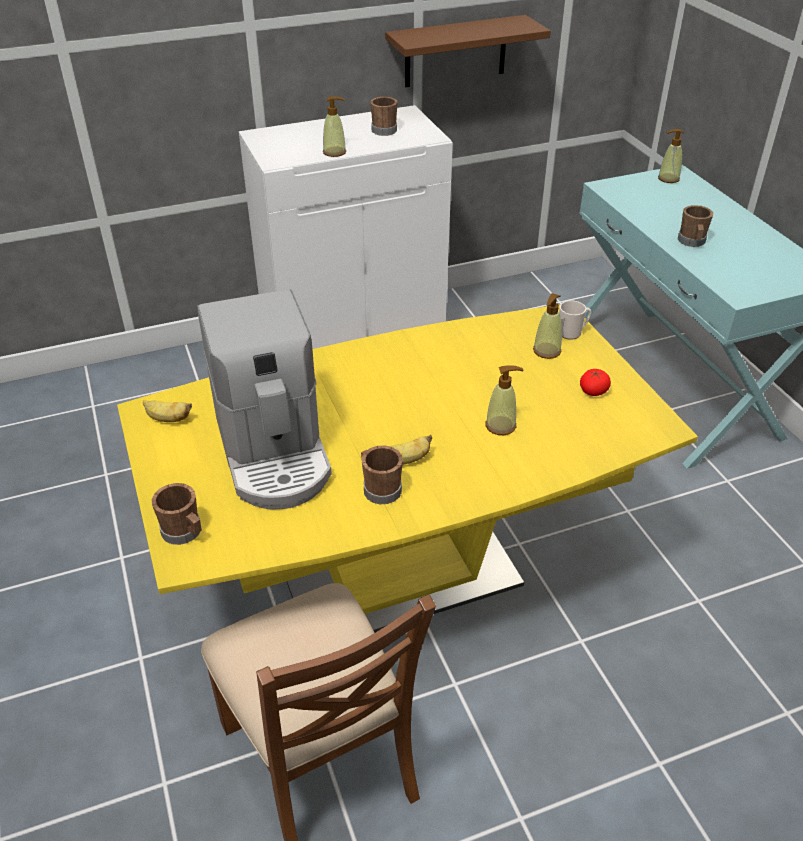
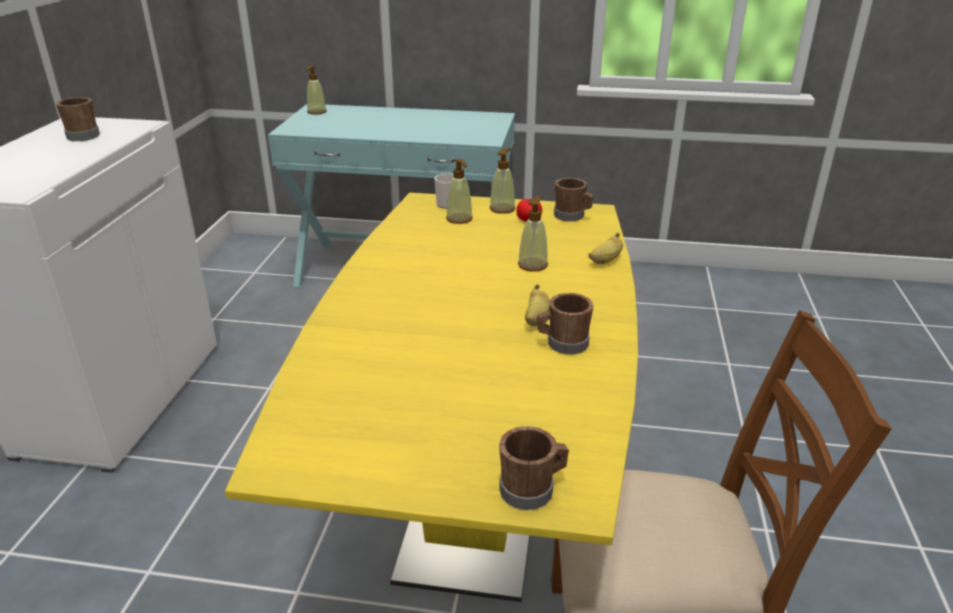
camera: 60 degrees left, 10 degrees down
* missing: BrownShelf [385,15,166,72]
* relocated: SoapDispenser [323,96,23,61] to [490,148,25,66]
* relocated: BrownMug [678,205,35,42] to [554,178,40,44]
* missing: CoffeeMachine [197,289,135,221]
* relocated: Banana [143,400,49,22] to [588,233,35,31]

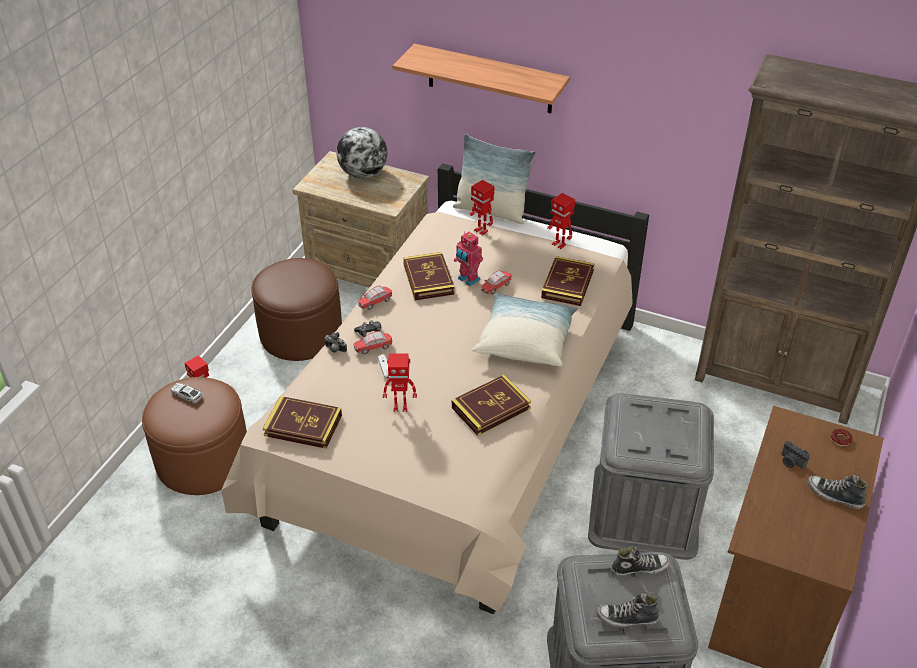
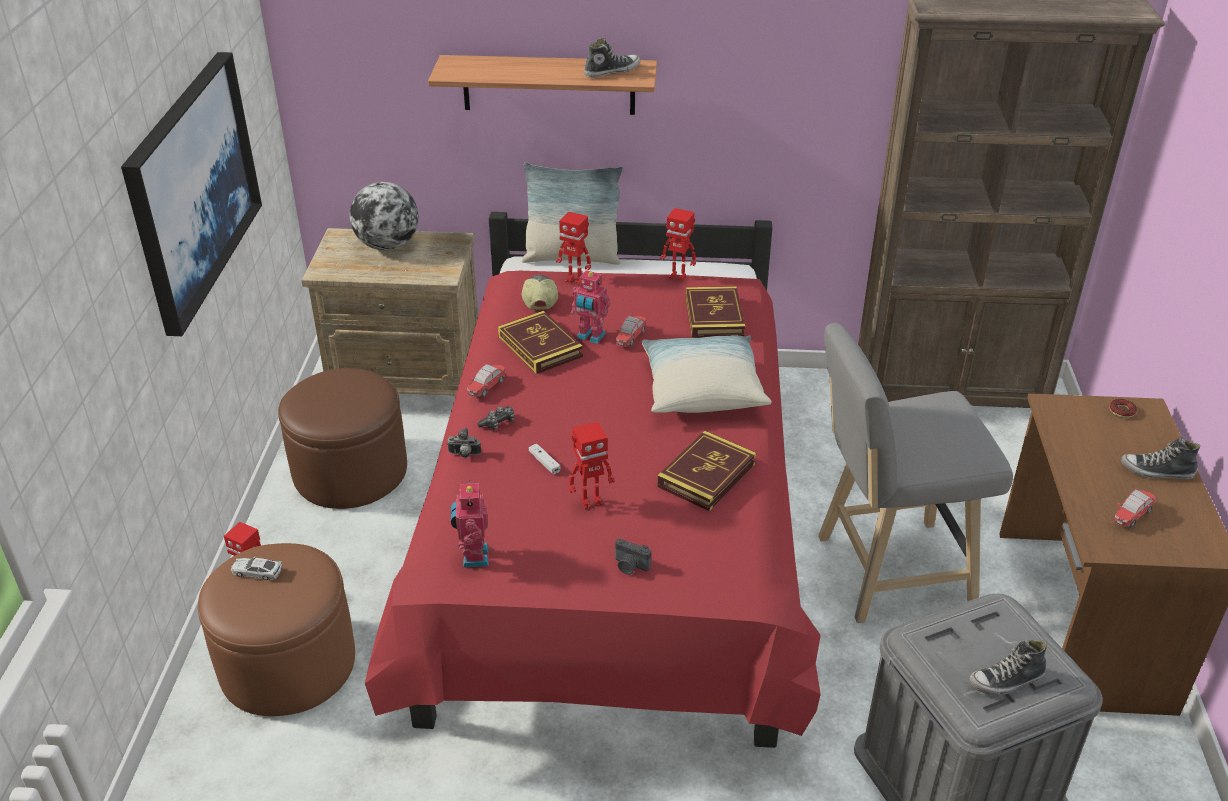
camera: 20 degrees left, 5 degrees down
* colour: BeigeBed [221,163,428,451] to RedBed [365,212,456,536]
* relocated: ToyCar [353,331,39,23] to [1113,489,43,39]
* exchanged: GreyStorageBox [588,393,126,167] to GreyStool [818,323,195,300]
* exchanged: Book [263,396,79,53] to ToyRobot [451,480,38,88]
* relocated: PhotoCamera [781,441,29,28] to [615,538,36,37]
* relocated: Shoe [611,546,59,30] to [584,38,56,40]
* appeared: Picture [121,52,141,284]
* appeared: Cap [521,275,37,35]

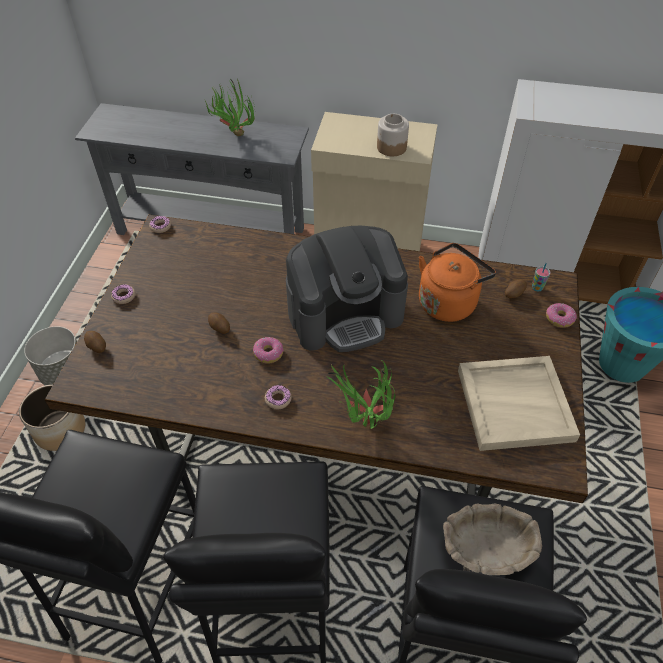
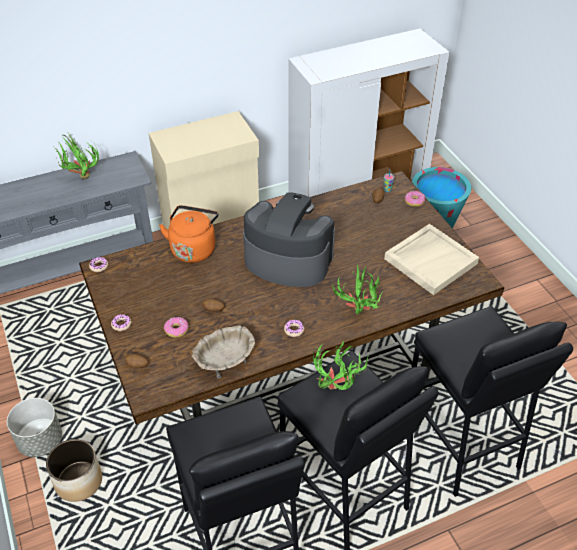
camera: 35 degrees left, 5 degrees down
* missing: Jar [377,114,32,42]
* spun: CoffeeMachine [286,226,122,126] = [243,192,92,95] 105 degrees counterclockwise
* relocated: OrangeKettle [419,243,77,79] to [159,205,59,58]
* relocated: Donut [253,337,31,26] to [164,317,25,21]
* relocated: BeigeBowl [443,504,99,71] to [192,325,63,54]
* appeared: PottedPlant [313,341,56,49]

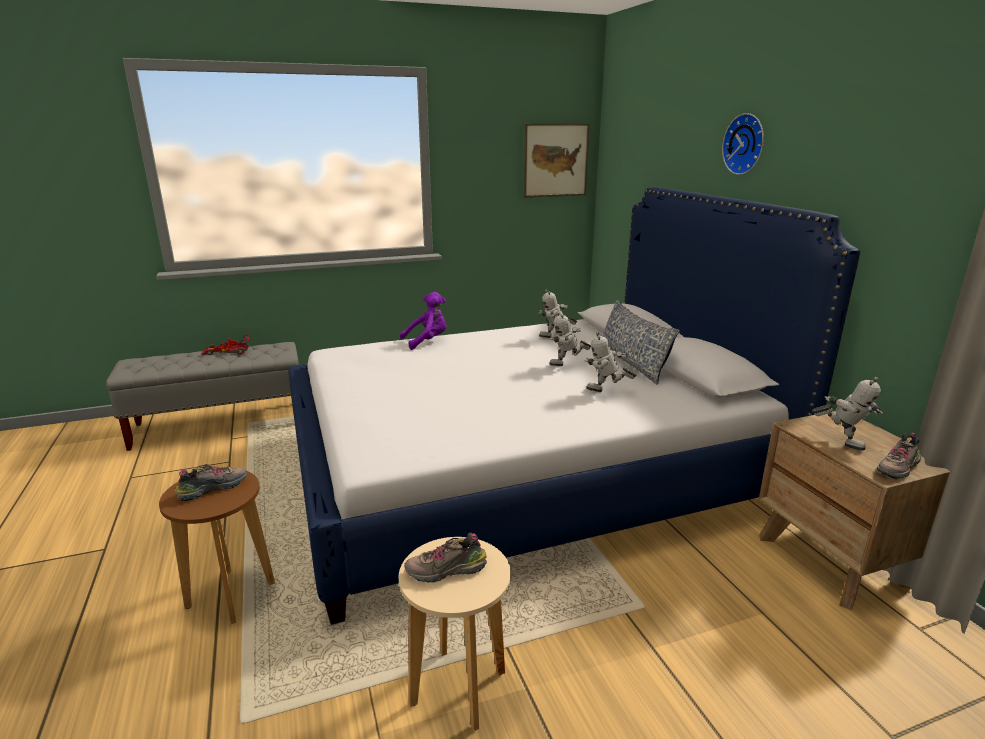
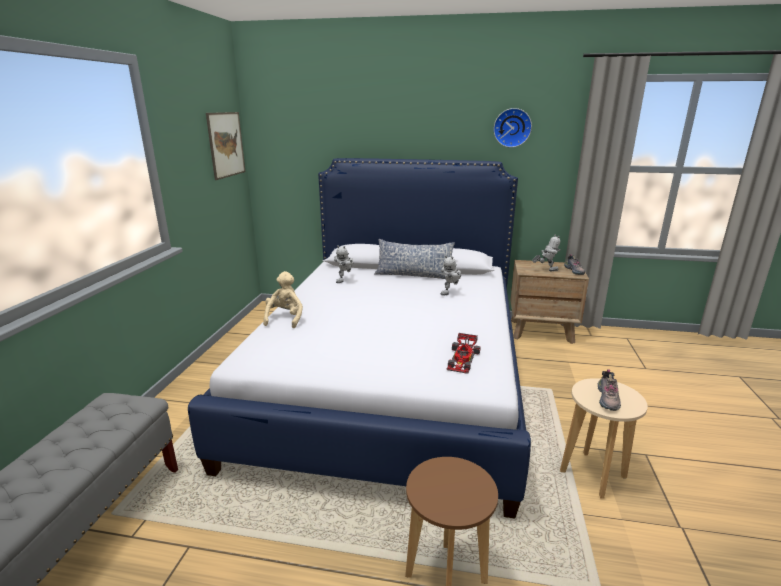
camera: 60 degrees left, 0 degrees up
* relocated: WallClock [722,113,42,62] to [494,108,38,40]
* colour: PurplePlushToy [400,292,47,58] to BeigePlushToy [263,271,40,57]
* missing: ToyRobot [549,312,42,54]
* relocated: ToyCar [201,334,49,21] to [446,333,35,41]
* missing: Shoe [174,464,73,37]

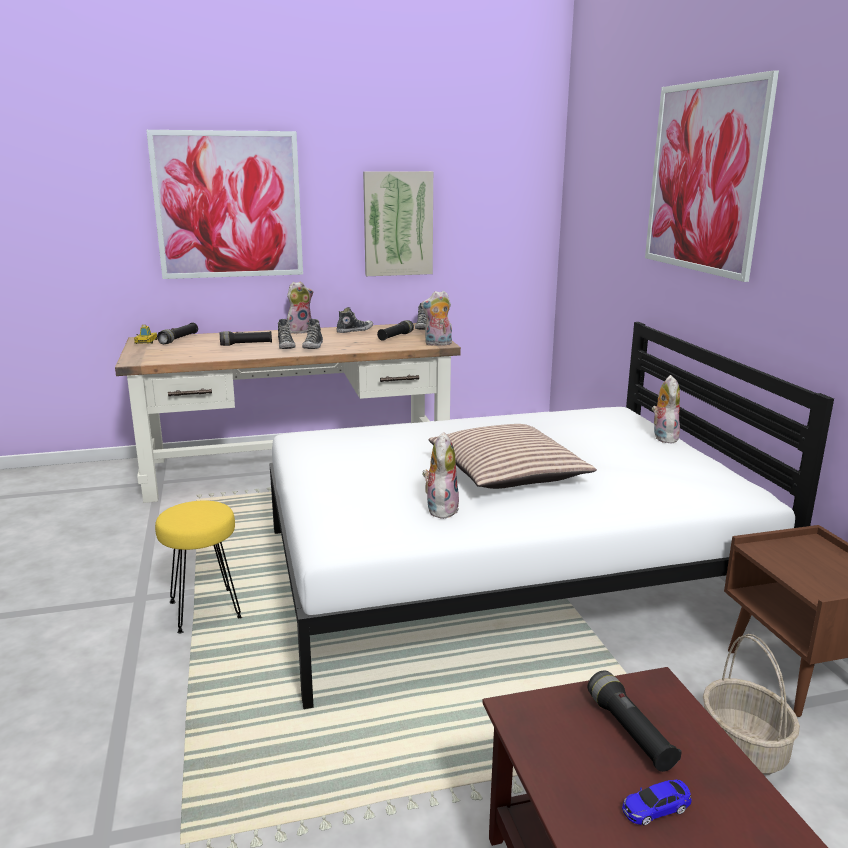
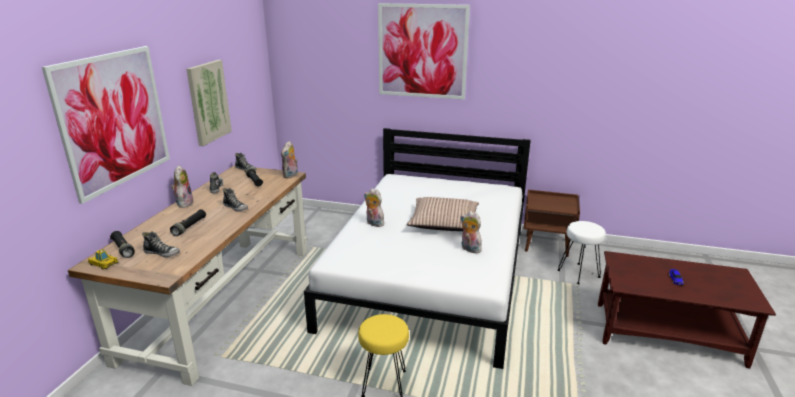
camera: 60 degrees left, 5 degrees up
* relocated: Shoe [278,319,18,30] to [142,231,38,26]
* relocated: PlushToy [652,375,28,69] to [364,188,20,39]
* exchanged: Basket [703,634,97,141] to WhiteStool [558,221,48,63]
* missing: BlackFlashlight [588,670,94,102]

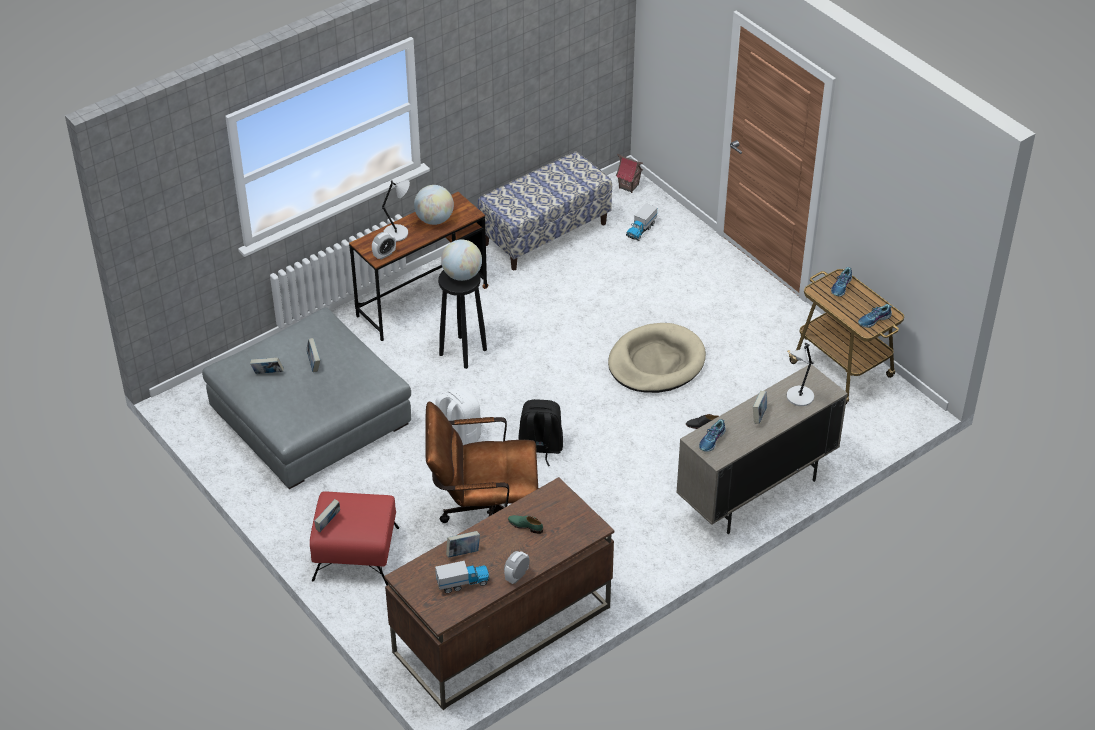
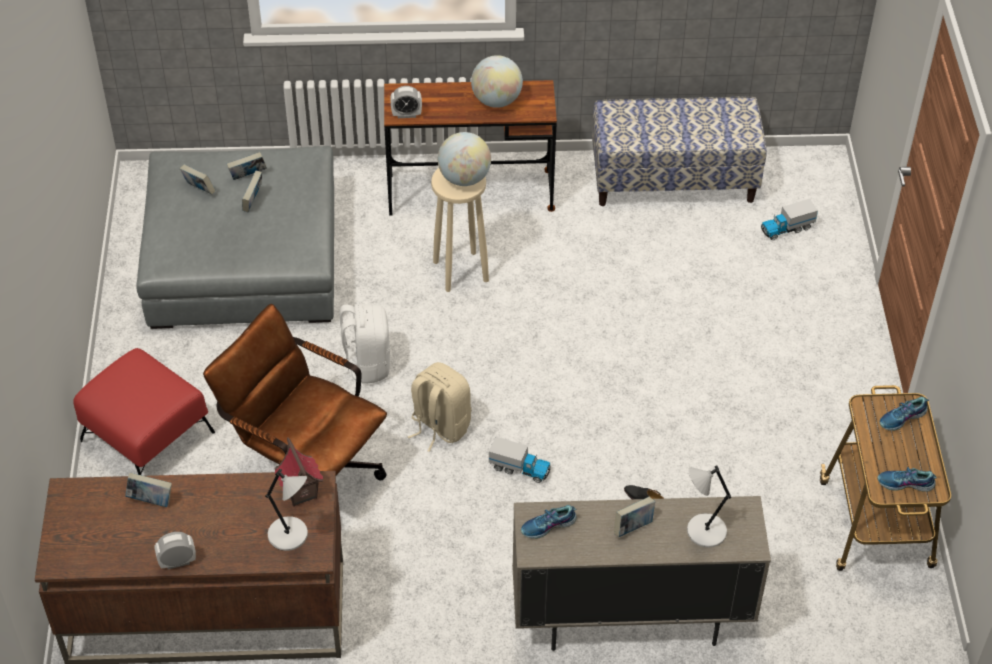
camera: 35 degrees right, 5 degrees up
* relocated: ToyHouse [615,154,28,39] to [274,437,49,69]
* relocated: GreyTableLamp [382,180,28,62] to [265,469,43,82]
* colour: BlackStool [438,270,49,99] to BeigeStool [431,168,58,124]
* missing: BeigeDogBed [608,323,98,70]
* colour: BlackBackpack [518,399,45,67] to BeigeBackpack [408,362,64,90]
* relocated: Book [314,499,26,33] to [227,152,40,28]
* missing: GreenShoe [508,515,35,19]
* relocated: ToyTruck [435,561,55,32] to [489,437,62,46]

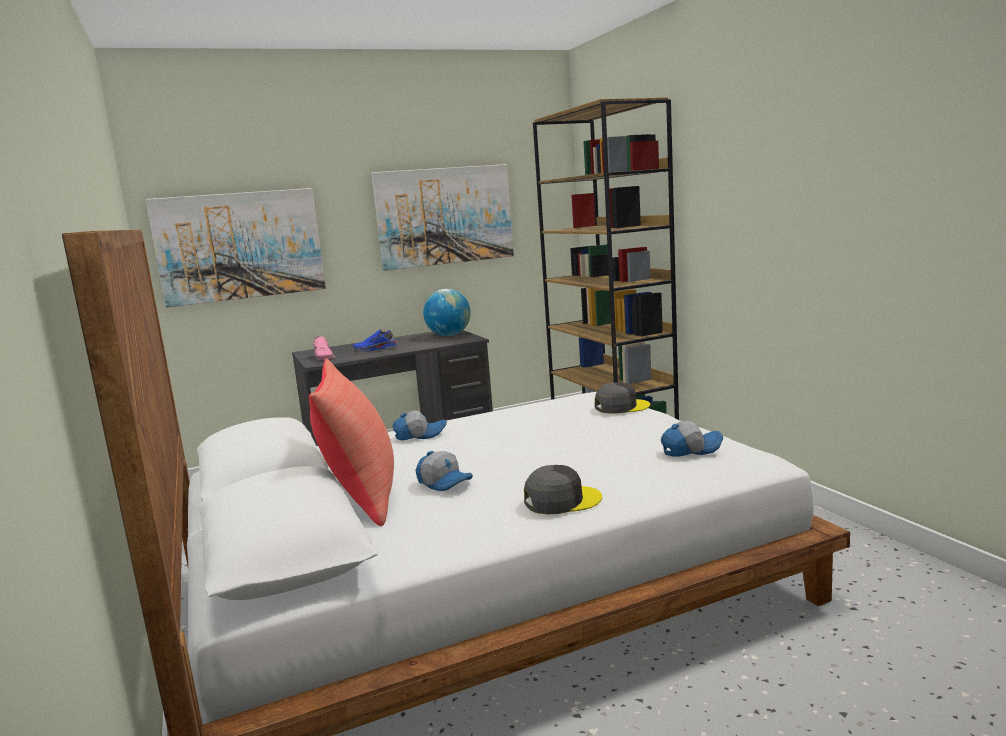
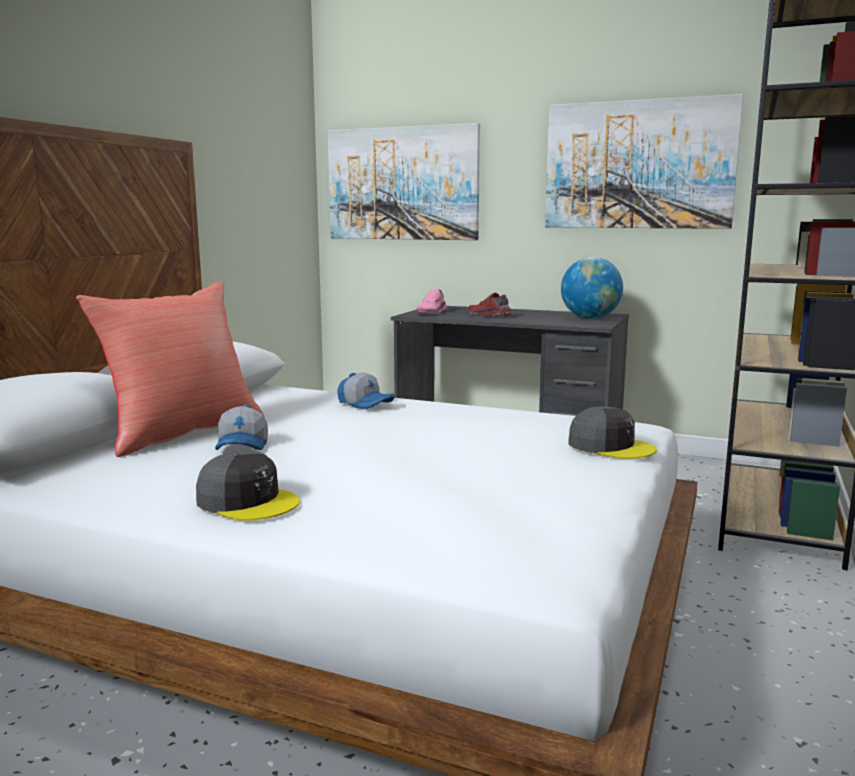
camera: 45 degrees right, 0 degrees up
* colour: BlueShoe [353,330,45,22] to RedShoe [468,293,43,23]
* missing: Cap [661,420,62,37]

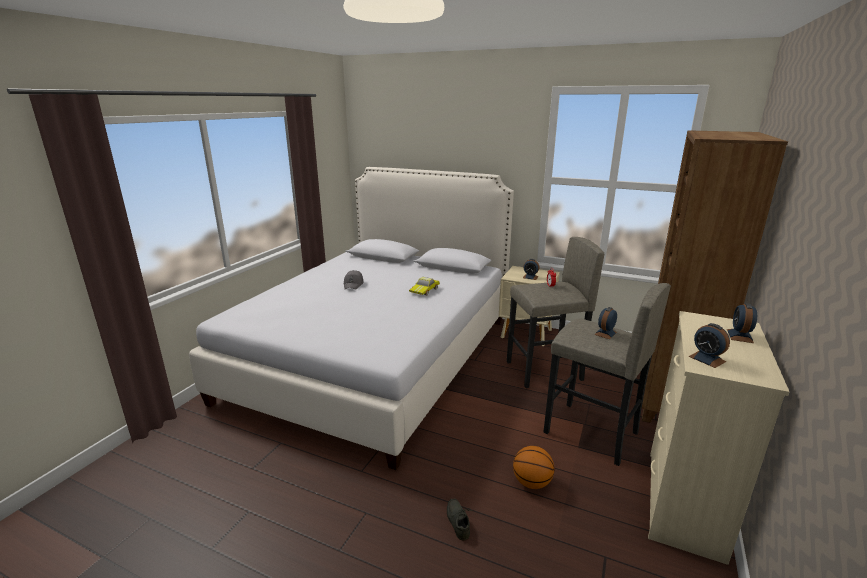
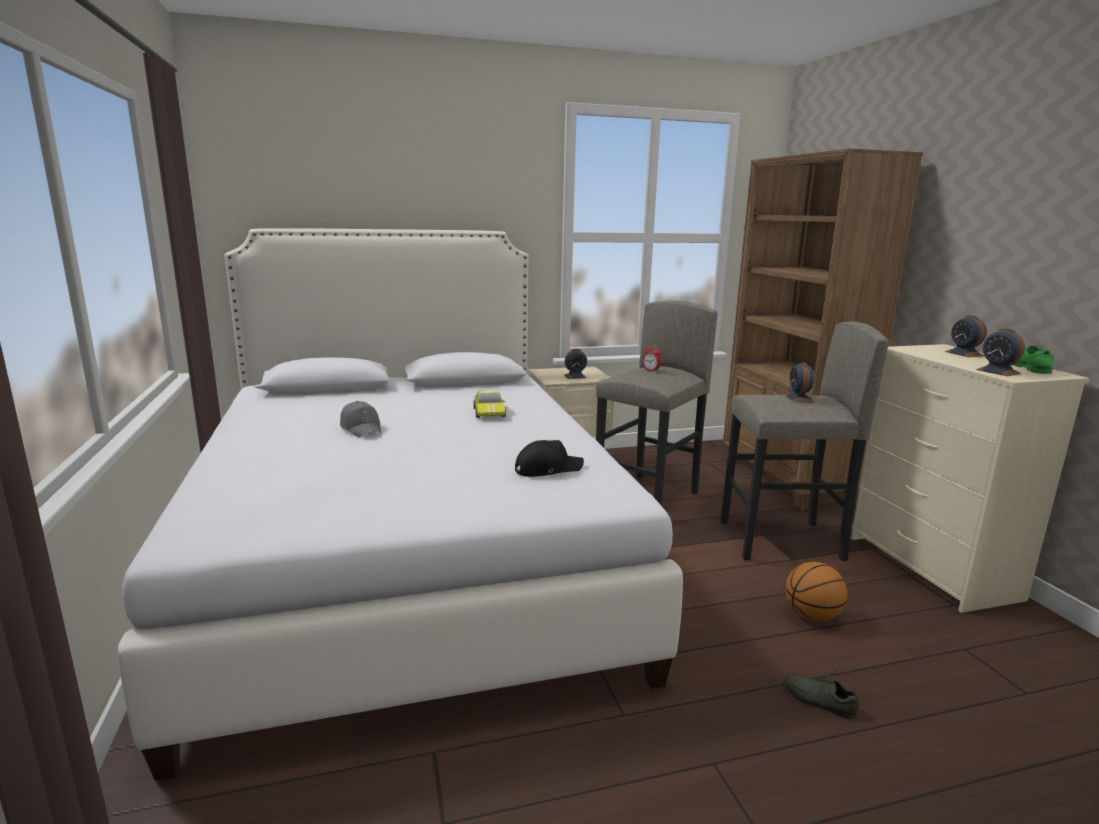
camera: 40 degrees left, 5 degrees down
* spun: AlarmClock [688,323,42,45] = [976,329,49,47] 45 degrees clockwise
* appeared: GreenShoe [1011,345,43,29]
* appeared: BlackCap [515,440,69,37]

